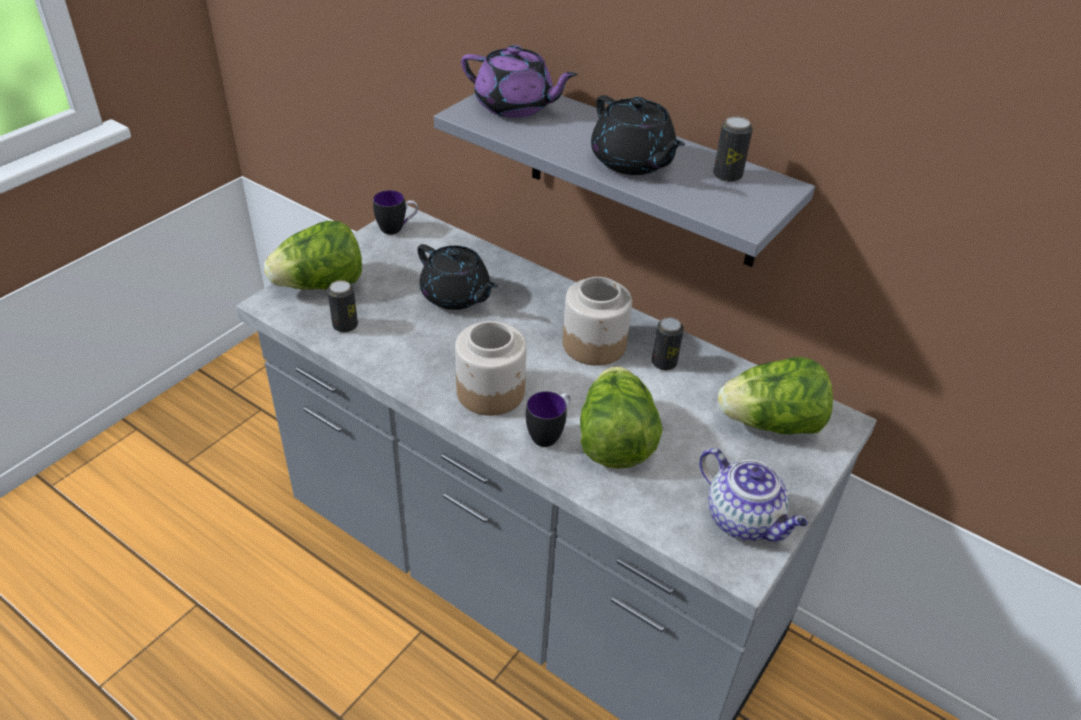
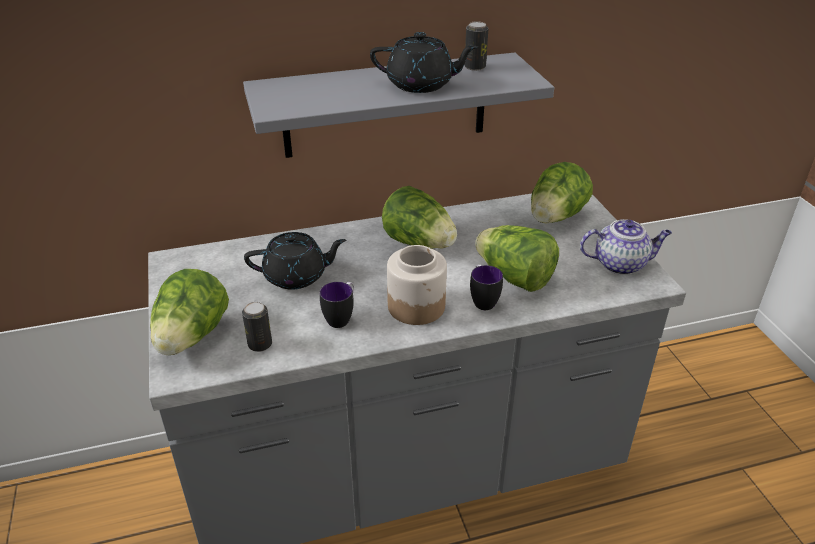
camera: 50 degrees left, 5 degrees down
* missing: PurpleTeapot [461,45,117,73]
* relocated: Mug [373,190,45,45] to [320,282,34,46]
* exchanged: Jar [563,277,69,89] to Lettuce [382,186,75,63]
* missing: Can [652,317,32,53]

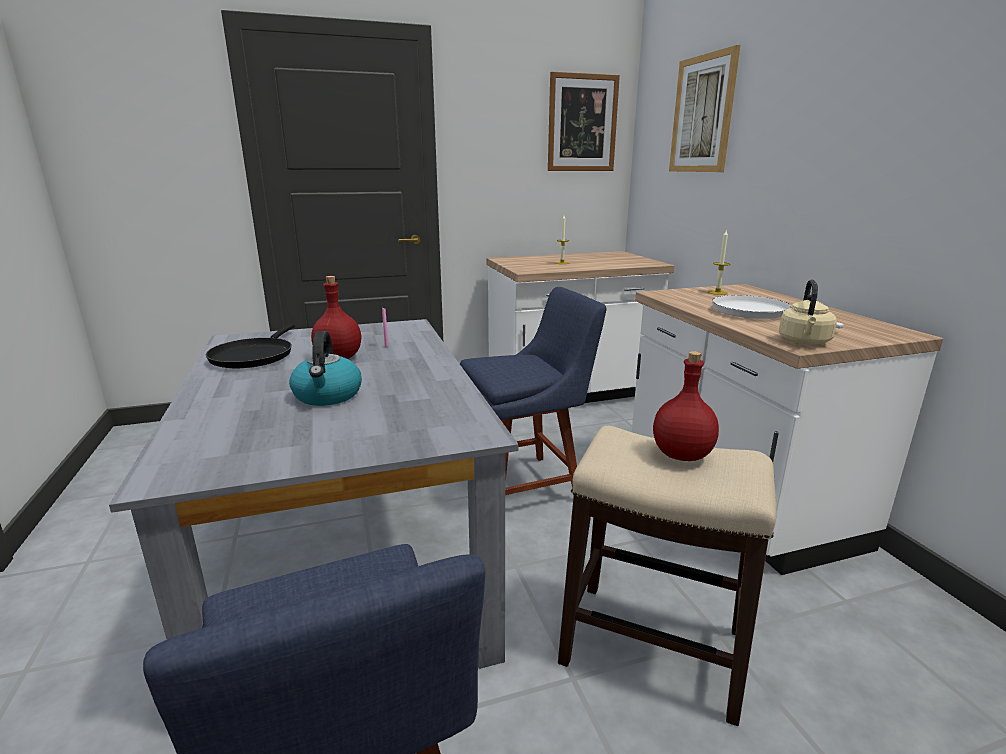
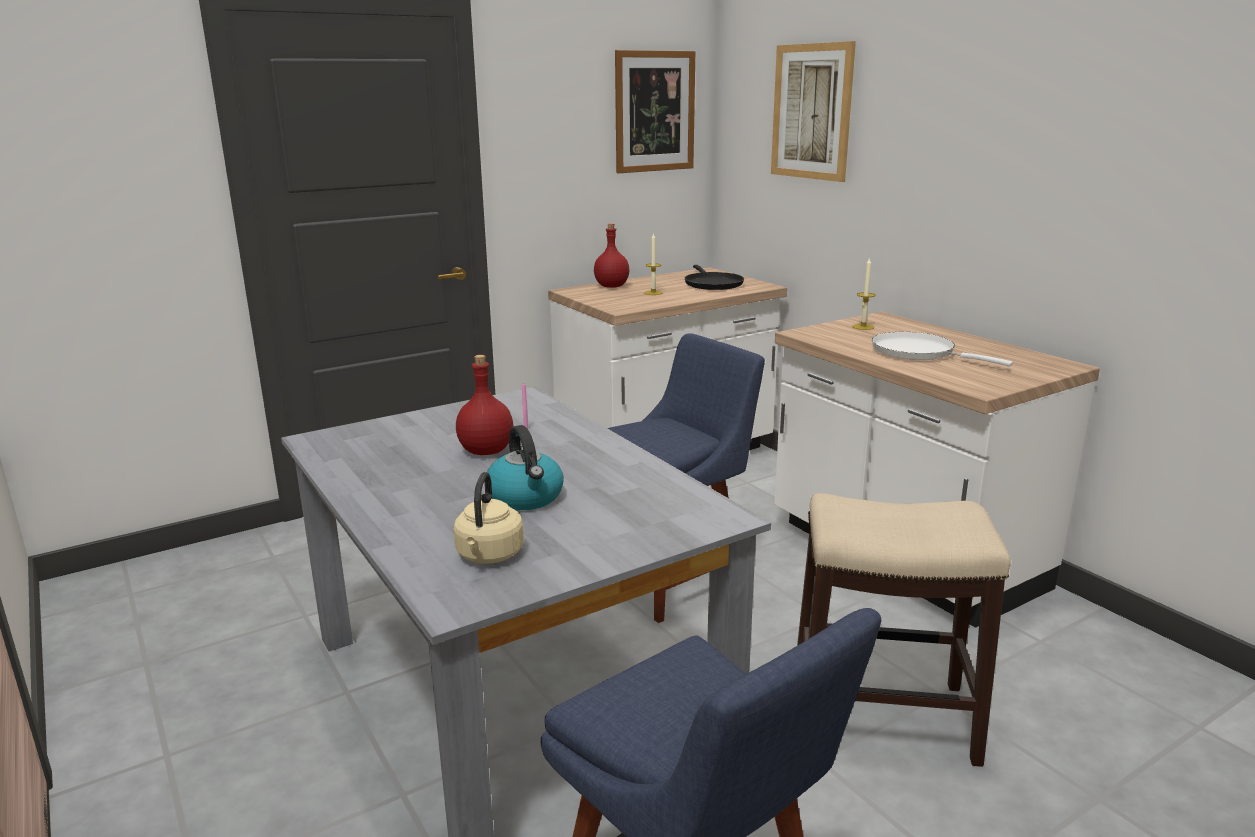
camera: 15 degrees left, 0 degrees up
* relocated: BeigeKettle [779,279,58,66] to [454,472,69,92]
* relocated: BlackFryingPan [205,324,90,44] to [685,265,59,25]
* relocated: RedBottle [653,351,66,110] to [594,223,36,65]

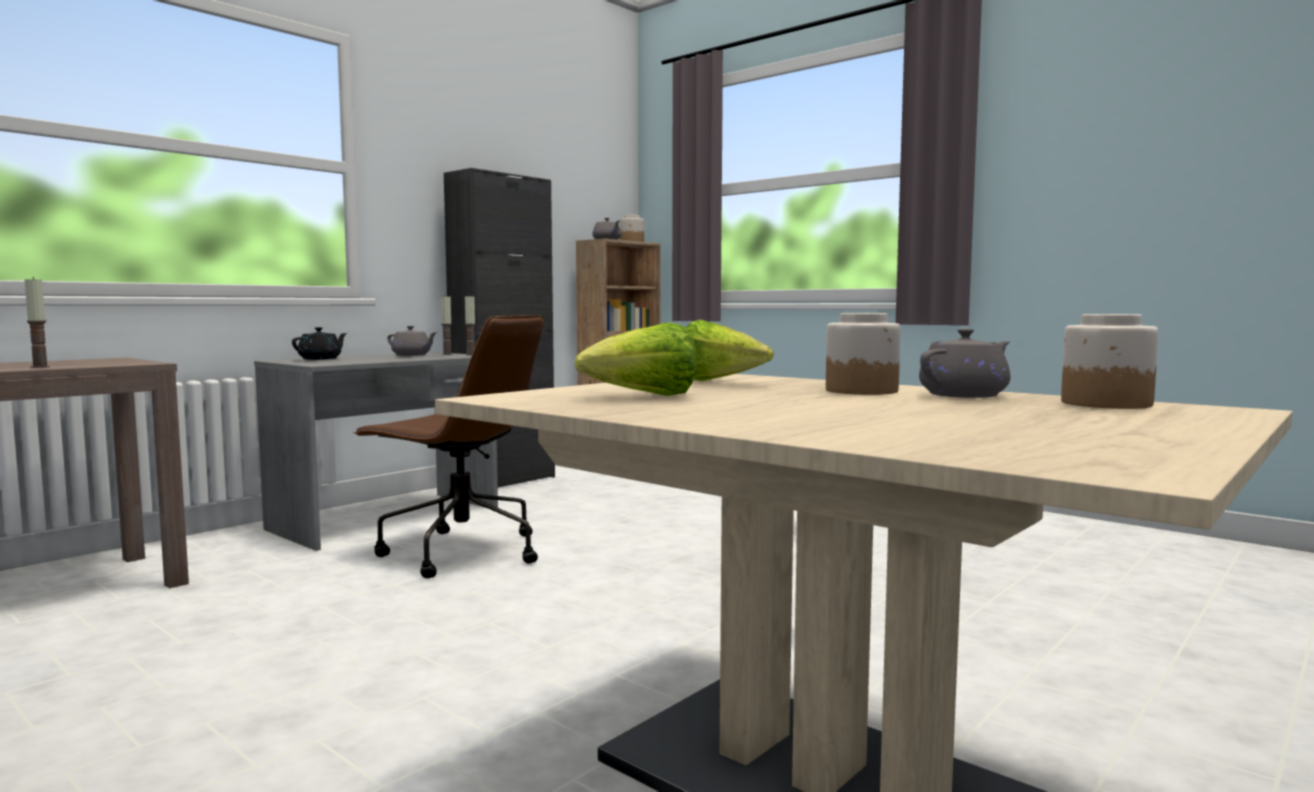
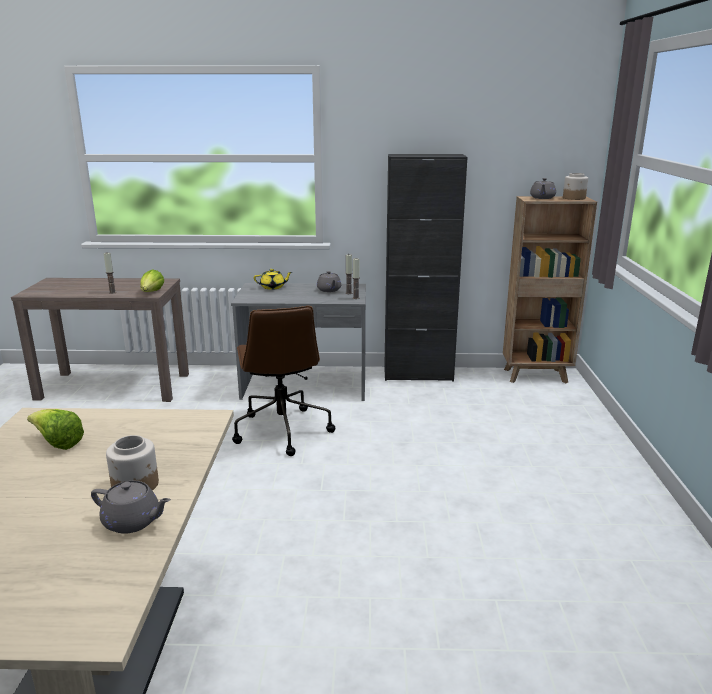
camera: 50 degrees right, 15 degrees up
* missing: Jar [1061,314,98,95]
* relocated: Lettuce [685,320,88,61] to [140,269,24,23]
* colour: BlackTeapot [292,327,55,33] to YellowTeapot [254,269,38,21]

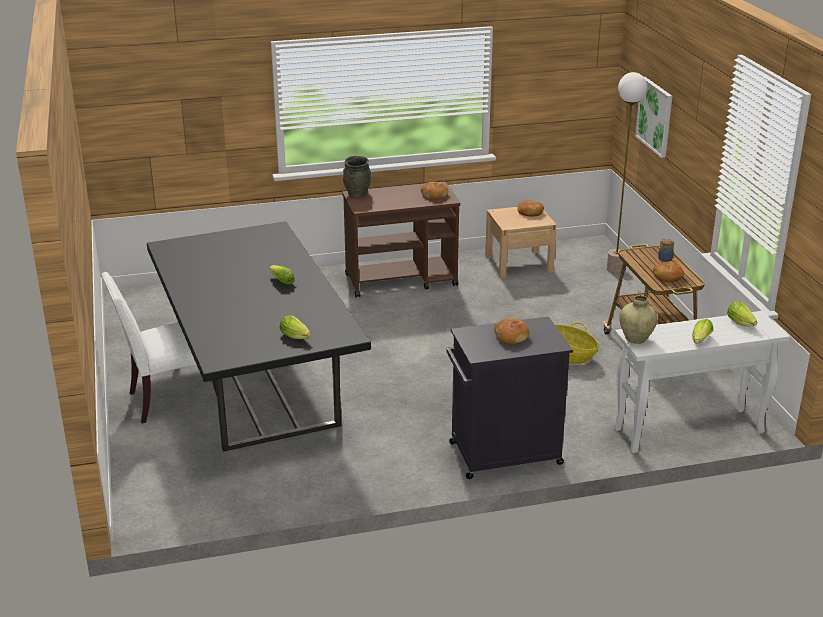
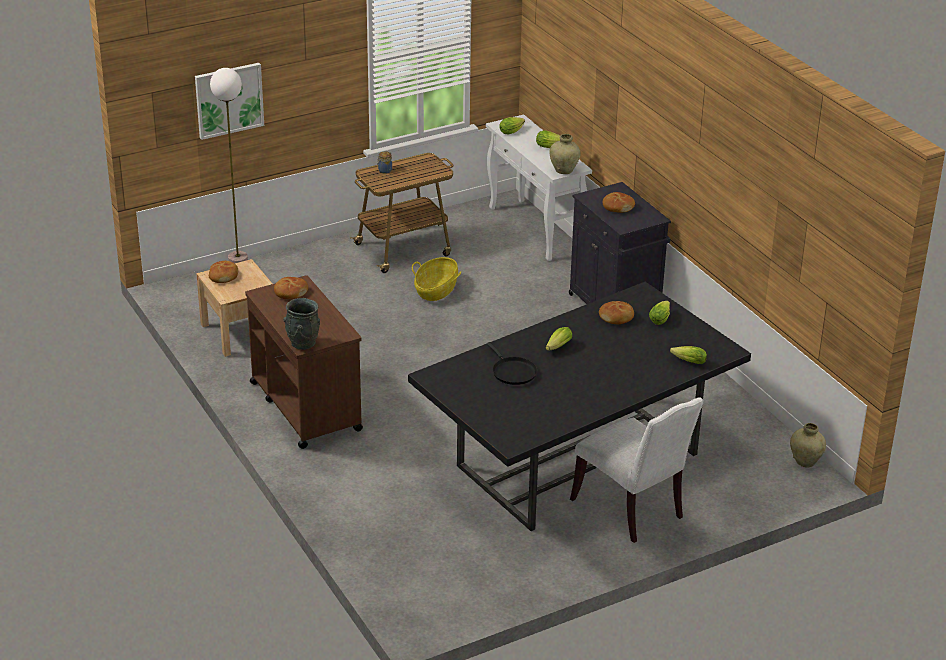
camera: 105 degrees left, 5 degrees up
* relocated: Bread [653,261,31,21] to [599,301,35,23]
* appeared: BlackFryingPan [486,342,51,43]
* appeared: Lettuce [670,346,37,18]
* appeared: BeigeVase [790,423,36,45]

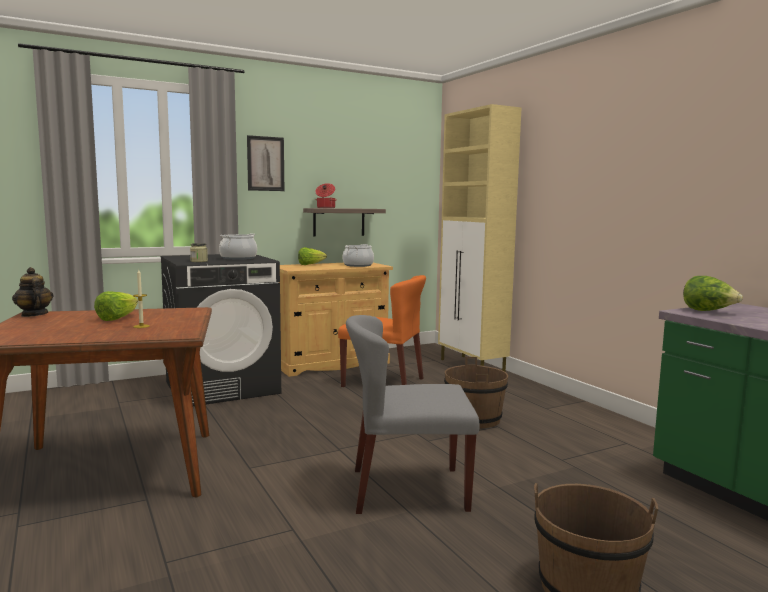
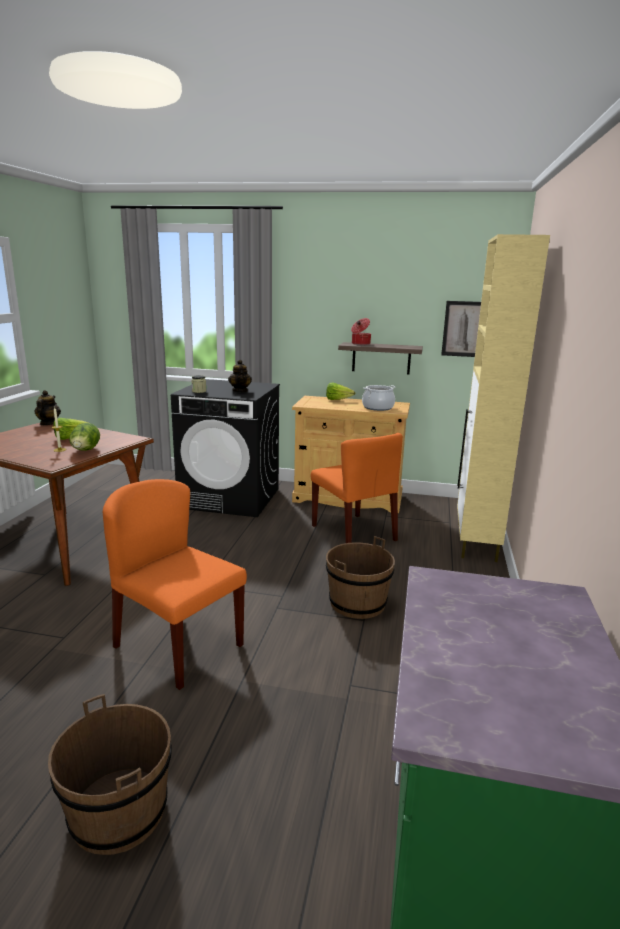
camera: 40 degrees right, 10 degrees up
* relocated: Picture [247,135,37,56] to [441,301,40,56]
* exchanged: CookingPot [219,234,38,26] to Teapot [228,360,24,32]
* relocated: Lettuce [683,276,60,35] to [69,423,31,28]
* colour: GreyChair [346,315,133,199] to OrangeChair [103,479,144,211]

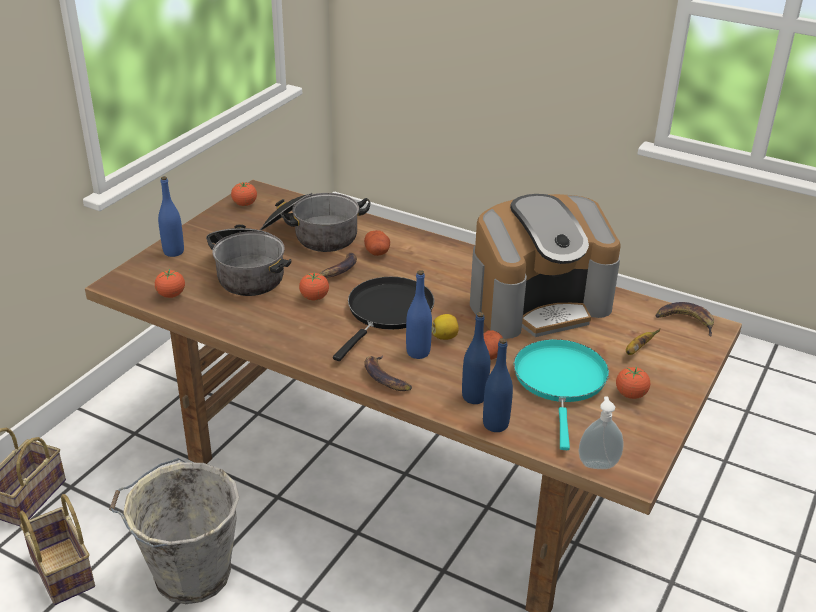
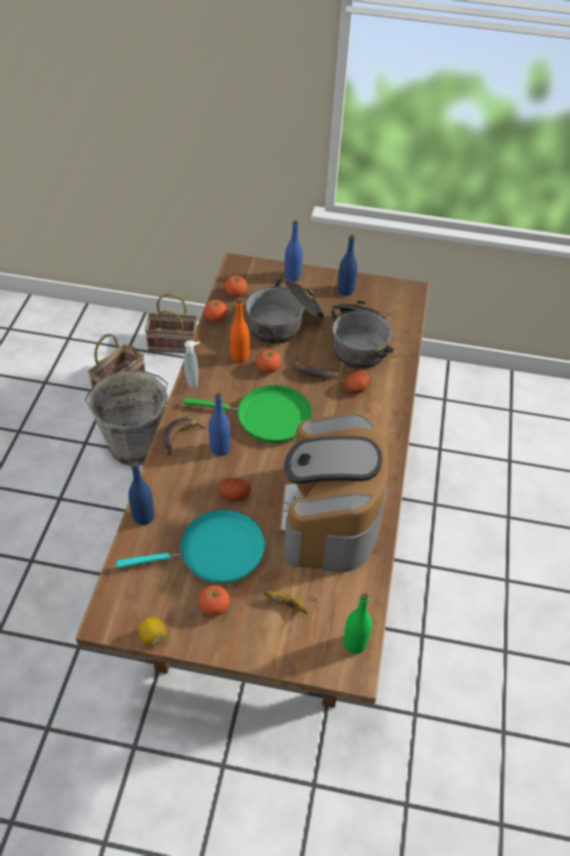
camera: 70 degrees right, 15 degrees up
* relocated: Tomato [231,182,26,24] to [204,300,23,22]
* spun: CoffeeMachine [470,194,151,145] = [279,412,110,160] 45 degrees clockwise
* colour: BlackFryingPan [333,277,101,84] to GreenFryingPan [184,385,128,58]
* exchanged: Banana [655,302,59,35] to GreenBottle [343,593,29,61]
* relocated: BlueBottle [462,312,28,92] to [338,235,19,61]
* relocated: Lemon [432,314,27,26] to [139,617,28,29]
* relocated: SoapDispenser [578,396,46,73] to [184,340,16,48]
* appeared: OrangeBottle [230,300,20,63]

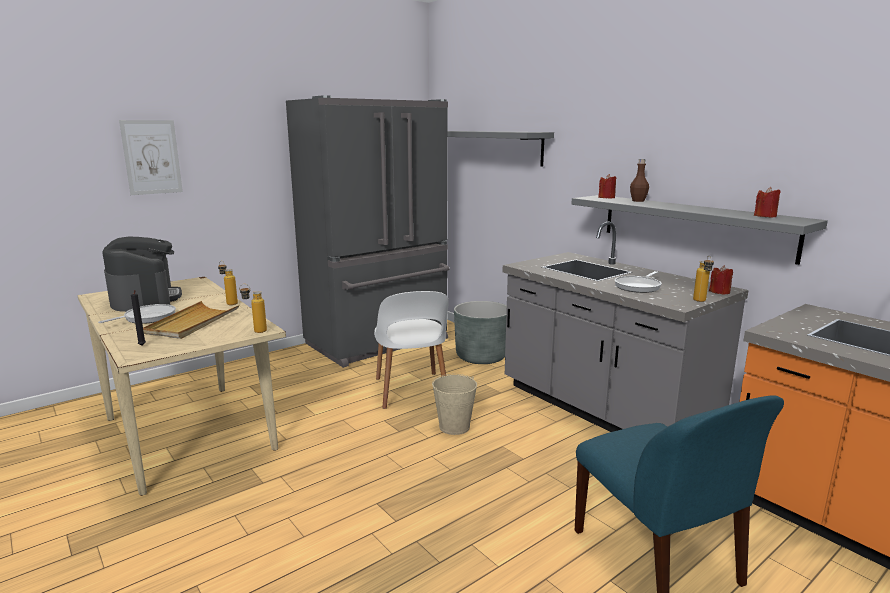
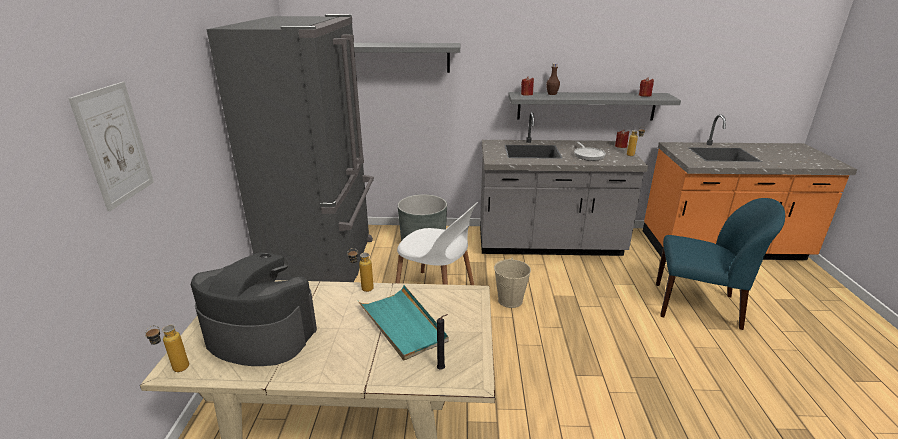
camera: 50 degrees left, 10 degrees up
* relocated: Bottle [239,284,28,49] to [145,325,44,47]
* colour: BeigeTray [143,301,96,38] to TurquoiseTray [358,285,91,75]
* missing: FryingPan [98,304,78,20]

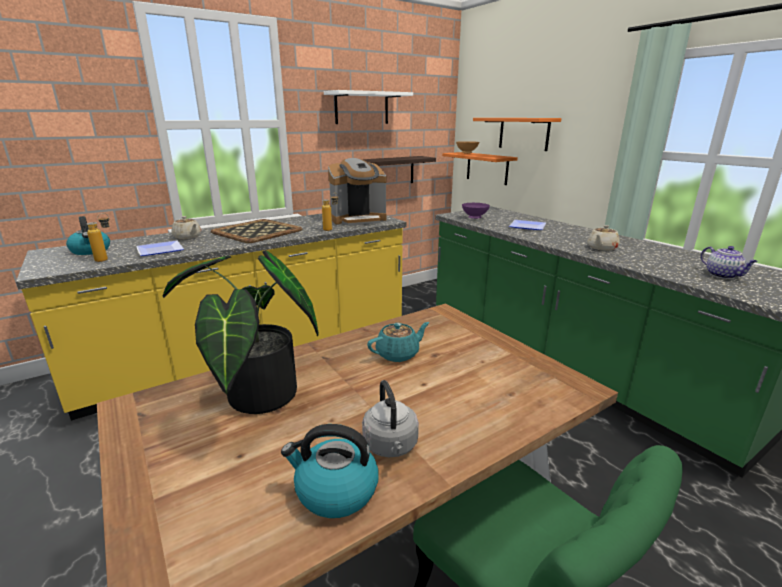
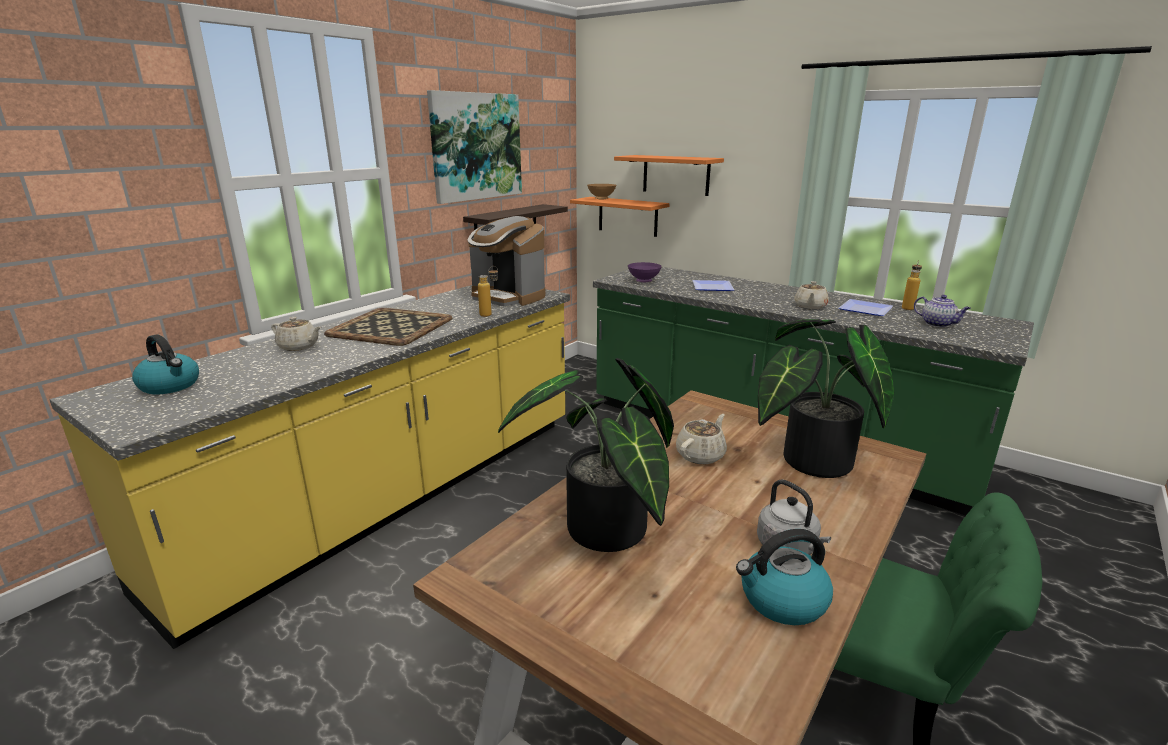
camera: 20 degrees left, 0 degrees up
* exchanged: WhiteShelf [324,90,89,34] to Picture [427,90,95,114]
* spun: CoffeeMachine [328,158,59,68] = [467,216,78,90] 75 degrees clockwise
* relocated: Bottle [87,213,22,49] to [902,260,20,50]
* relocated: Plate [136,241,48,15] to [839,299,54,17]
* colour: TurquoiseTeapot [367,322,62,40] to BeigeTeapot [676,414,51,50]
* appeared: PottedPlant [758,319,136,159]

